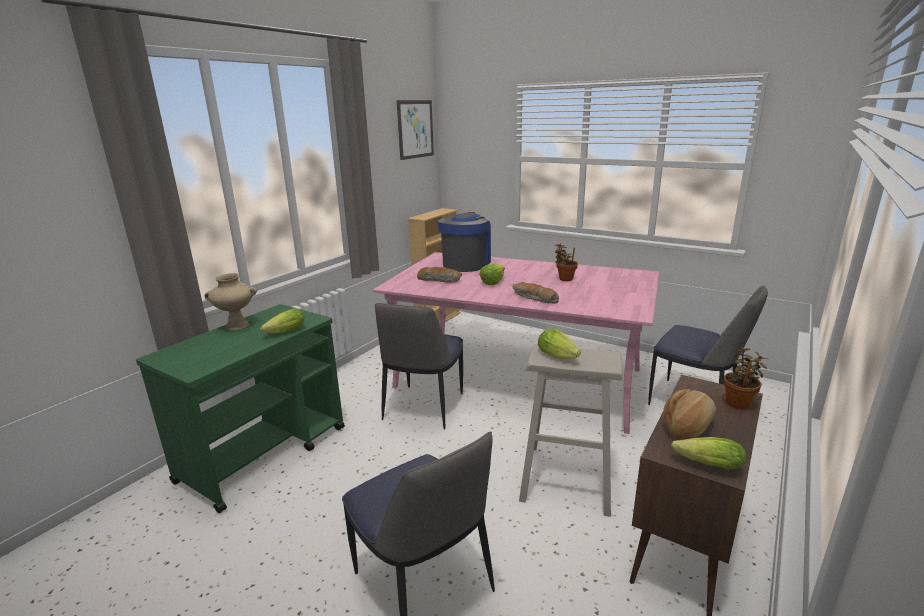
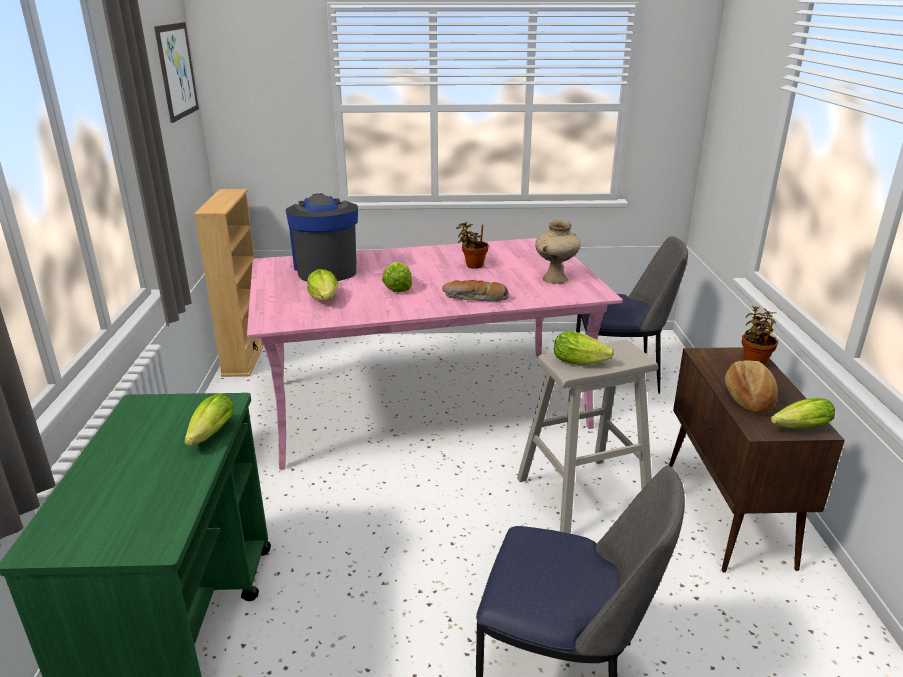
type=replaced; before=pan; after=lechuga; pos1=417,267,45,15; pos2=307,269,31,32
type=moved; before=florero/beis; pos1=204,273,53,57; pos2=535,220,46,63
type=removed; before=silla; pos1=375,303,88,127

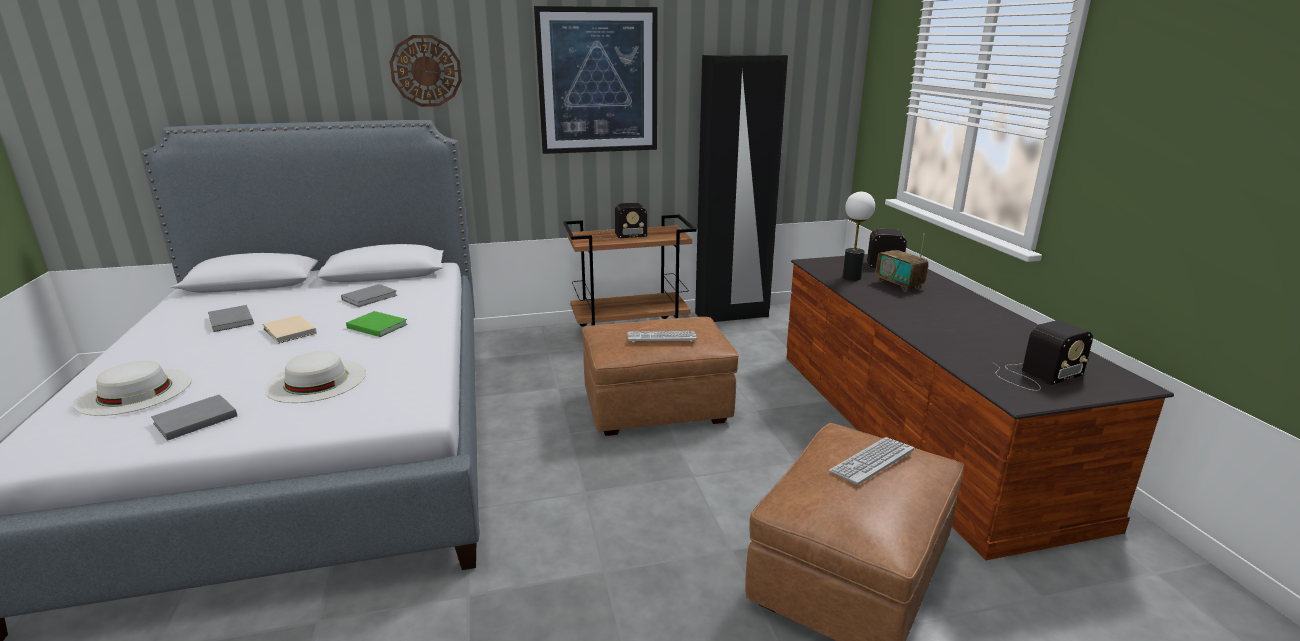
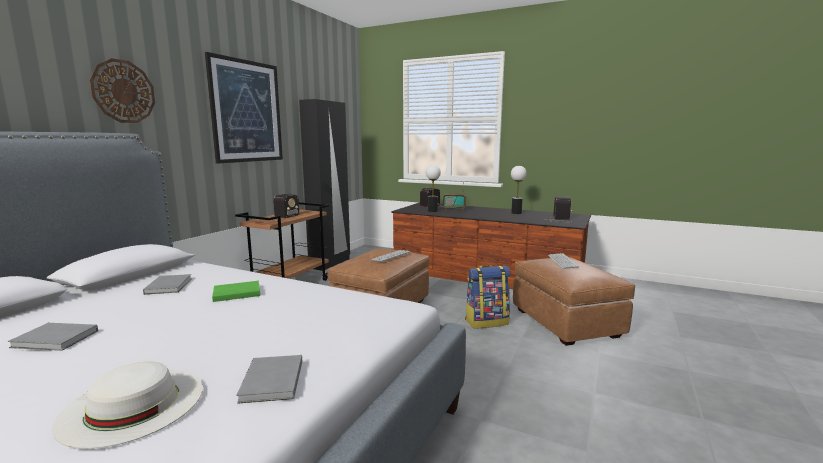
type=removed; before=libro/beis; pos1=262,315,55,29
type=removed; before=sombrero/blanco; pos1=264,351,102,52
type=added; after=lámpara de mesa; pos2=511,166,16,48
type=added; after=mochila; pos2=465,265,45,64

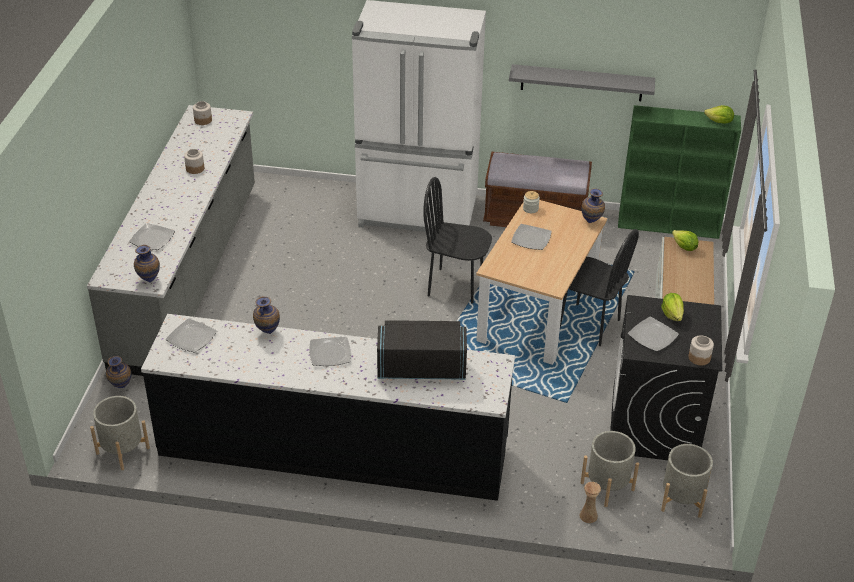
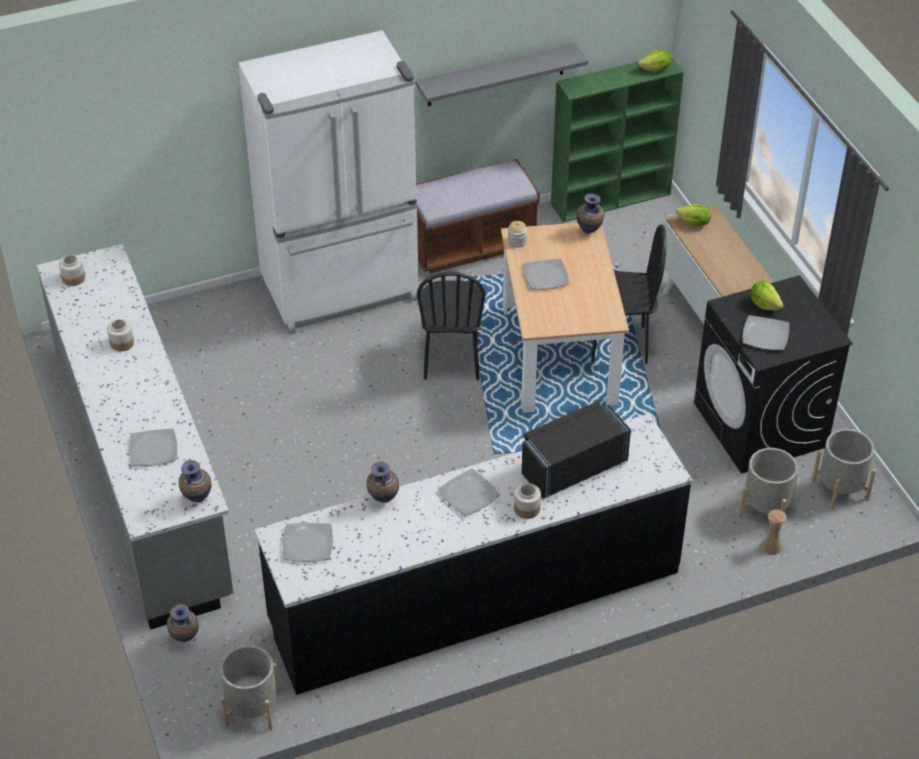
type=turned; before=silla/negro; pos1=423,177,69,127; pos2=417,272,69,108; turn=-75
type=moved; before=tarro; pos1=688,335,26,30; pos2=514,483,27,36

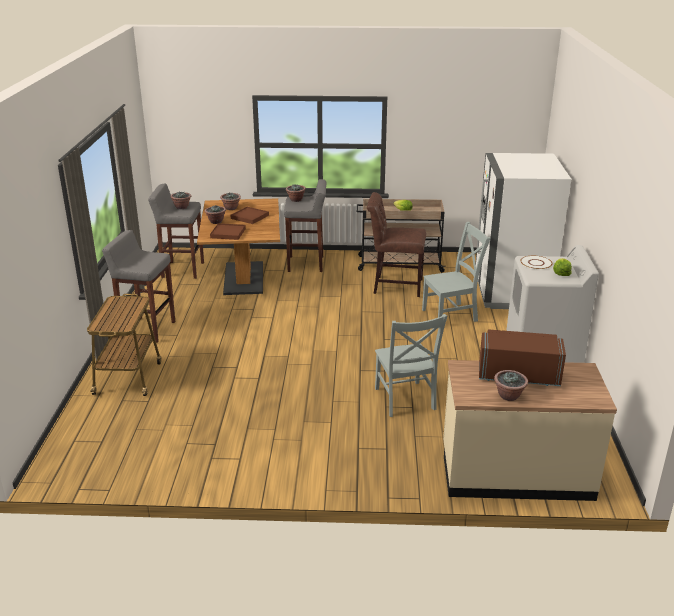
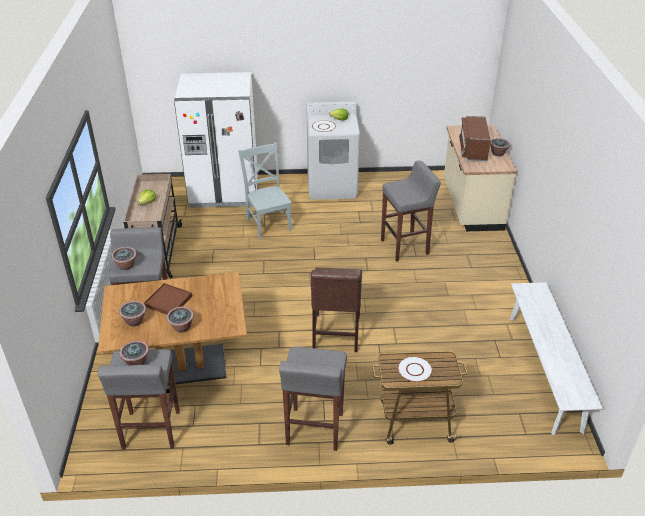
type=moved; before=silla/marrón; pos1=367,192,59,105; pos2=310,267,52,85
type=removed; before=bandeja/marrón; pos1=210,223,36,17
type=replaced; before=silla/gris; after=taburete/gris; pos1=375,314,72,103; pos2=381,161,60,101
type=added; after=banco/blanco; pos2=510,282,93,153
type=added; after=plato/blanco; pos2=398,356,35,26

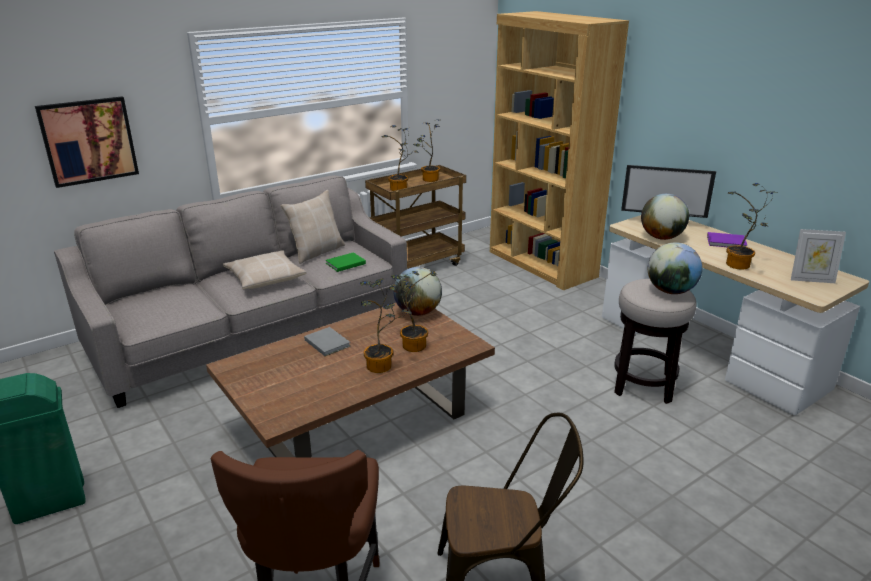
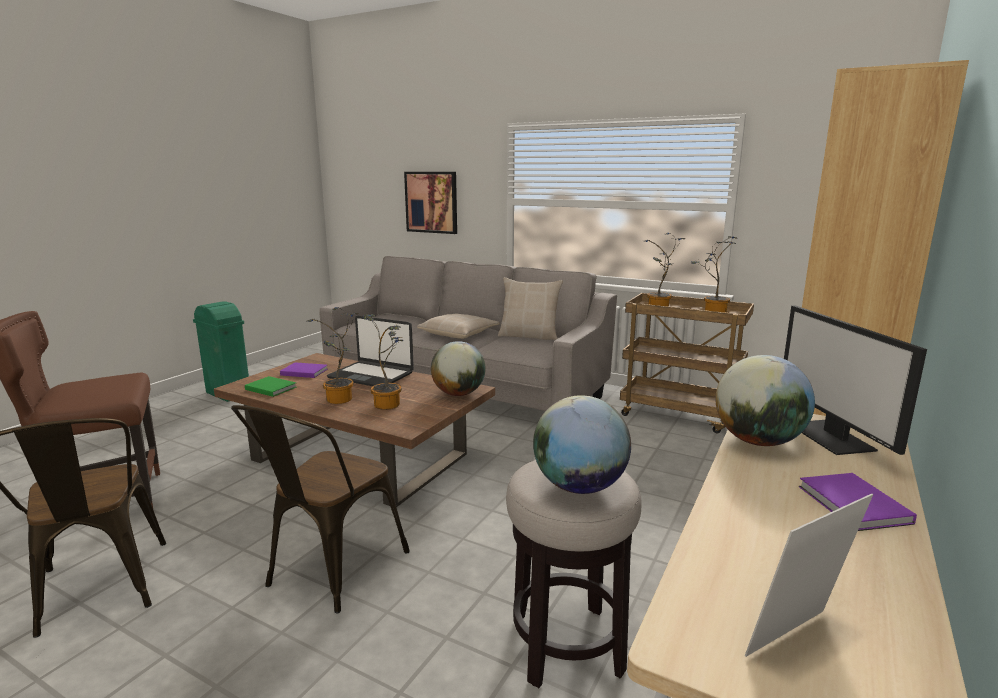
type=removed; before=planta en maceta; pos1=726,183,53,87
type=turned; before=portarretratos; pos1=791,229,55,54; pos2=745,494,128,163; turn=75
type=moved; before=libro/verde; pos1=326,252,40,20; pos2=245,376,52,21
type=replaced; before=libro/gris; after=portátil; pos1=304,327,47,29; pos2=327,316,87,70
type=added; after=libro/morado; pos2=280,362,47,16
type=added; after=silla/marrón; pos2=231,405,179,208

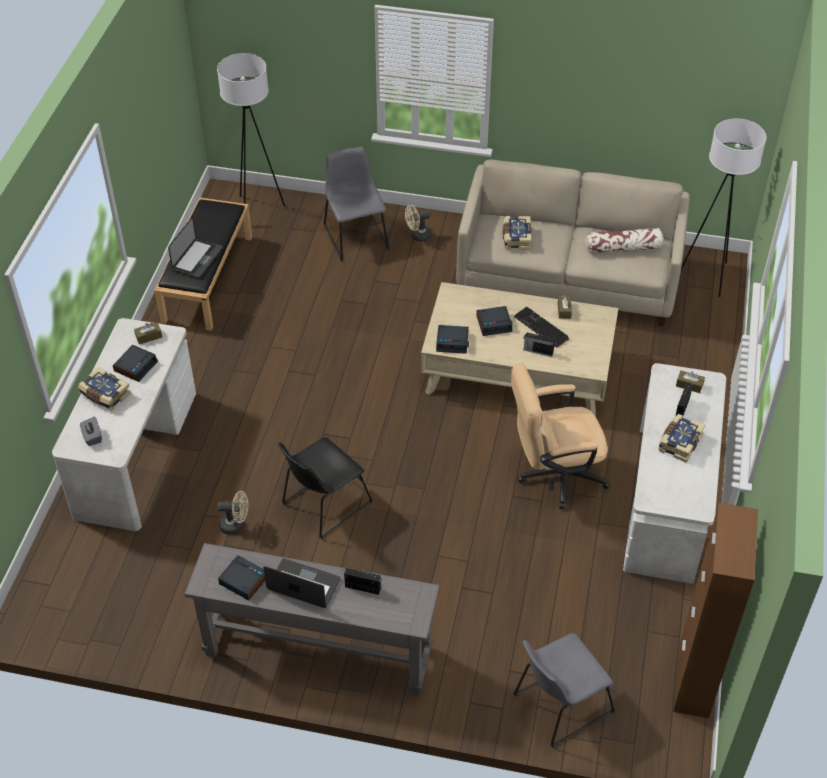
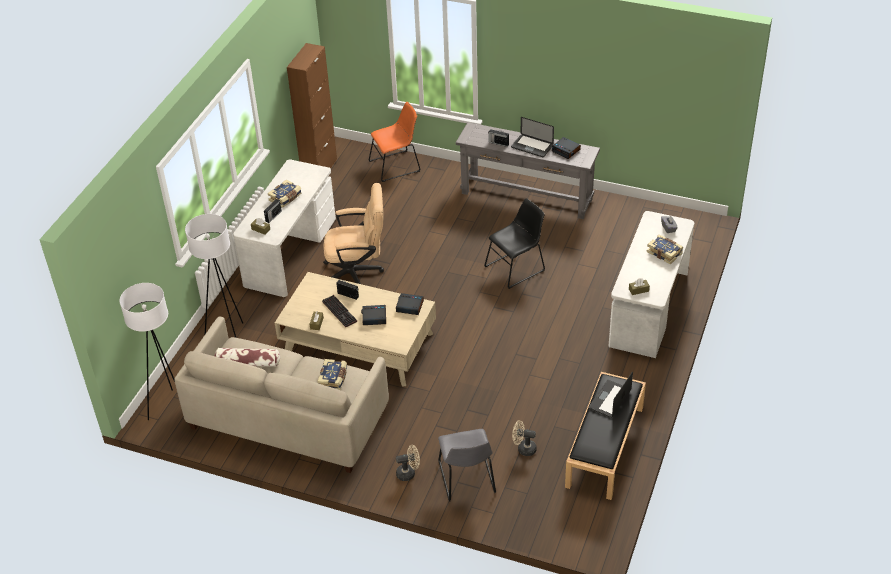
type=moved; before=lámpara de pie/blanco; pos1=217,53,68,154; pos2=185,214,58,124
type=removed; before=despertador; pos1=113,345,45,37
type=moved; before=ventilador/beis; pos1=217,491,31,44; pos2=512,420,25,36
type=recoloured; before=silla/gris; after=silla/naranja; pos1=513,633,102,115; pos2=369,102,52,80

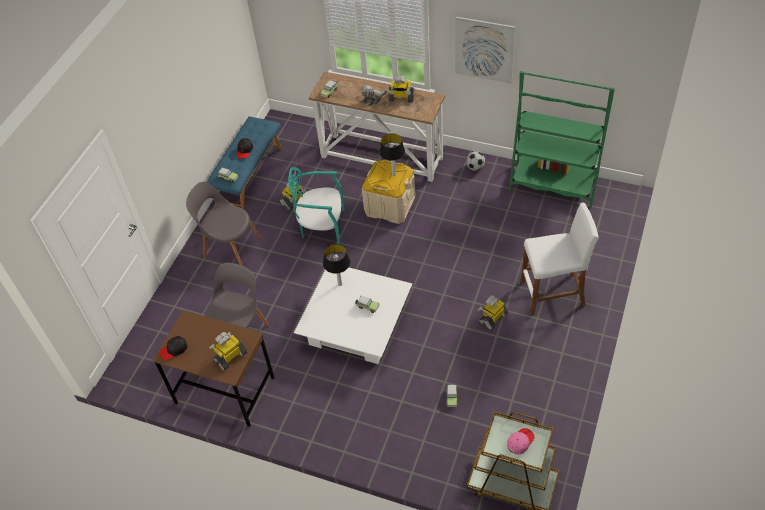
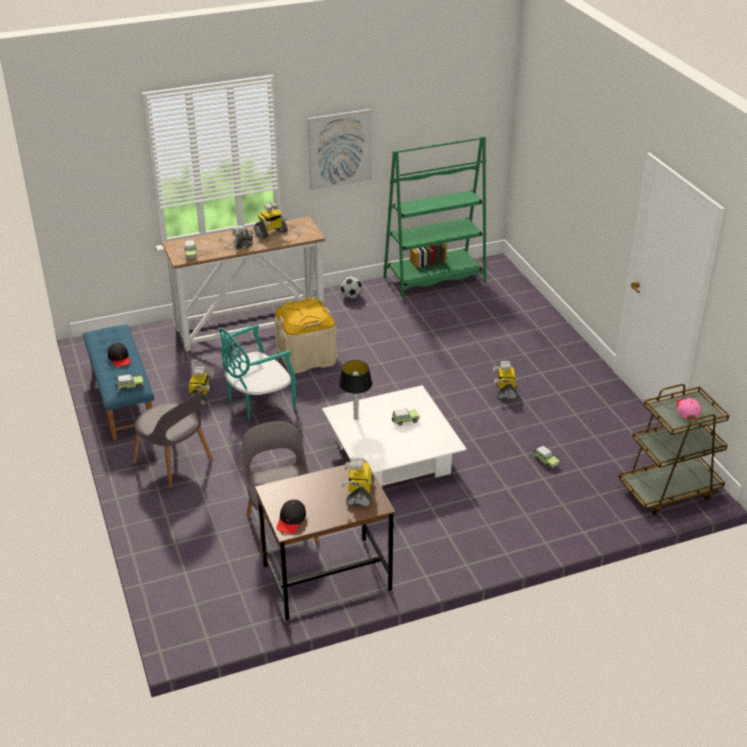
type=removed; before=lámpara de mesa; pos1=380,133,25,43
type=turned; before=silla/gris; pos1=186,182,75,84; pos2=133,390,80,98; turn=-120
type=removed; before=taburete/blanco; pos1=521,203,78,112

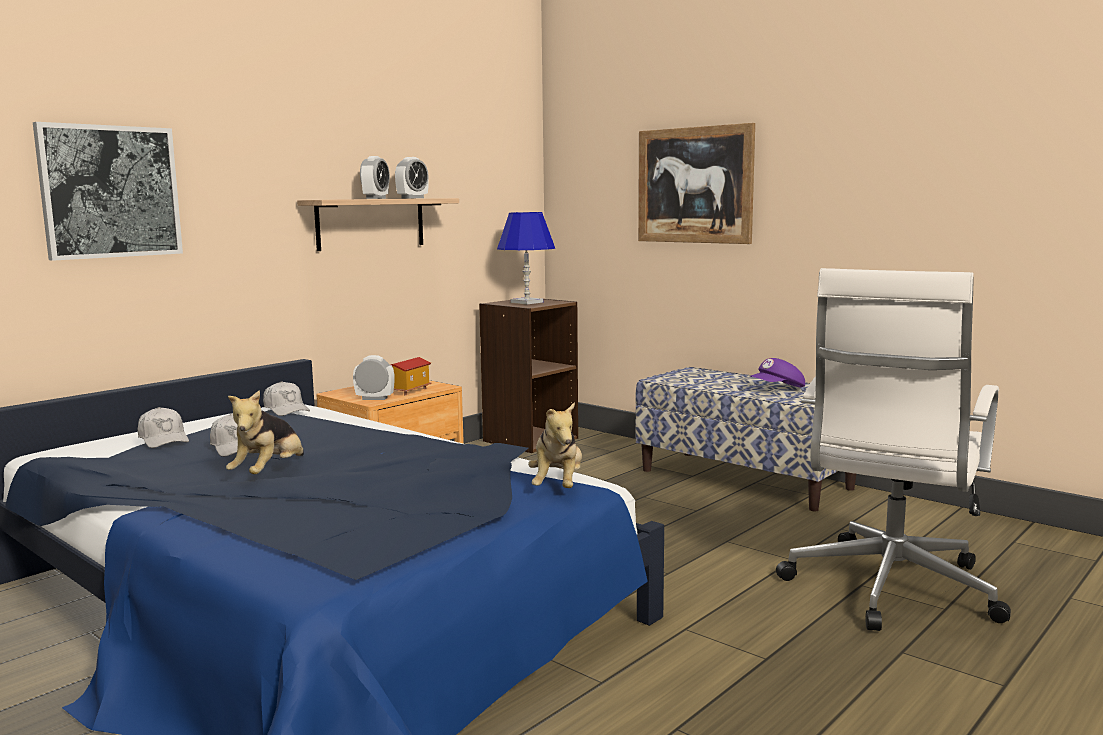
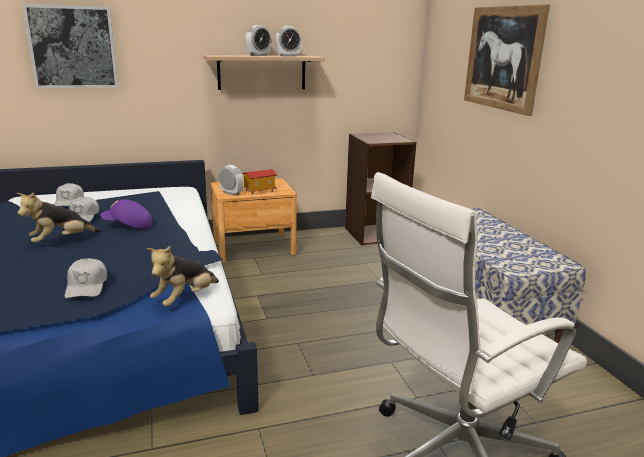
type=removed; before=lámpara de mesa/azul; pos1=497,212,58,92
type=moved; before=gorra/morado; pos1=750,358,55,29; pos2=100,199,52,30
type=moved; before=gorra/blanco; pos1=263,381,47,35; pos2=65,258,42,40

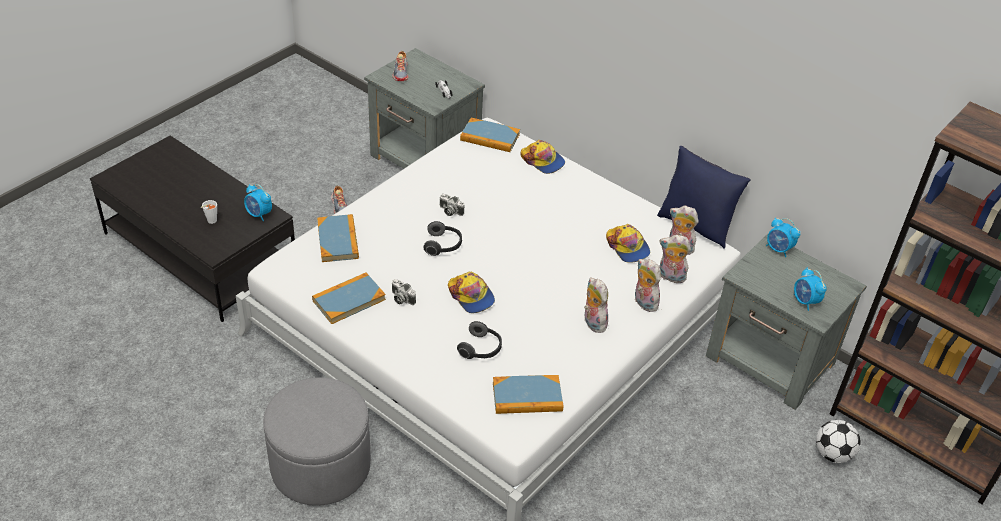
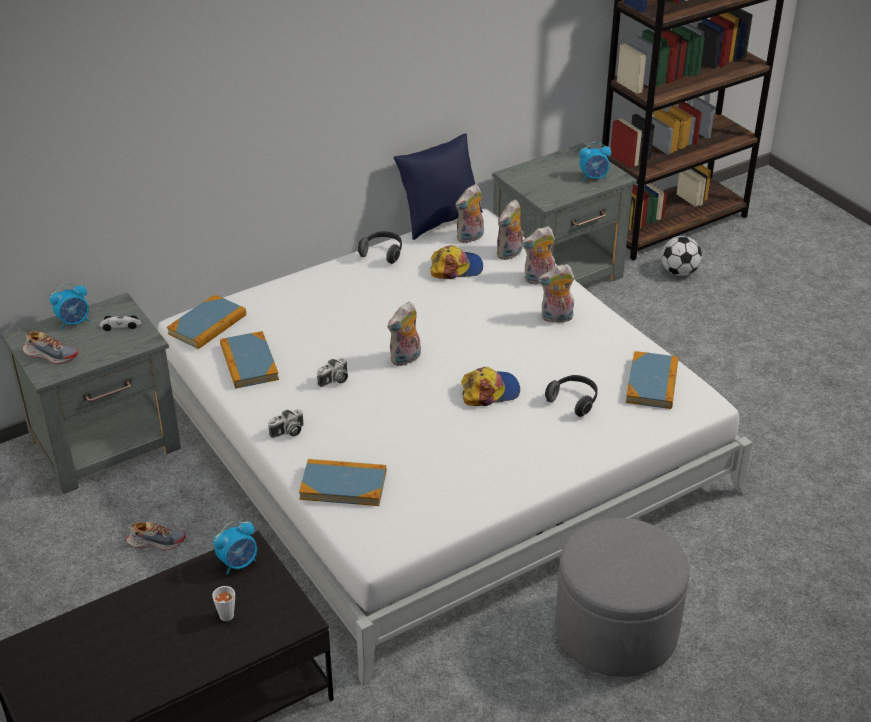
type=removed; before=gorra; pos1=521,140,44,34
type=moved; before=despertador; pos1=766,218,34,39; pos2=50,283,39,47
type=moved; before=auriculares; pos1=423,221,39,35; pos2=358,231,44,33
type=moved; before=libro; pos1=312,273,74,51; pos2=220,331,59,58
type=moved; before=cámara; pos1=392,279,24,26; pos2=268,409,36,29
type=added; after=peluche; pos2=387,302,34,64

